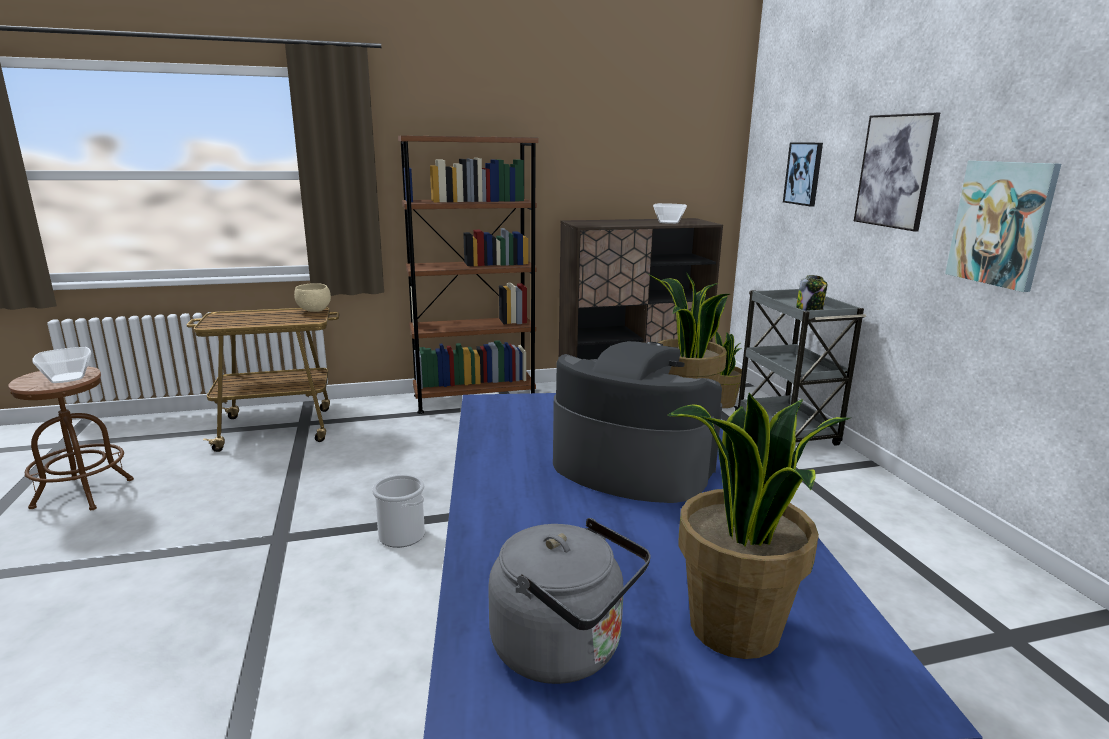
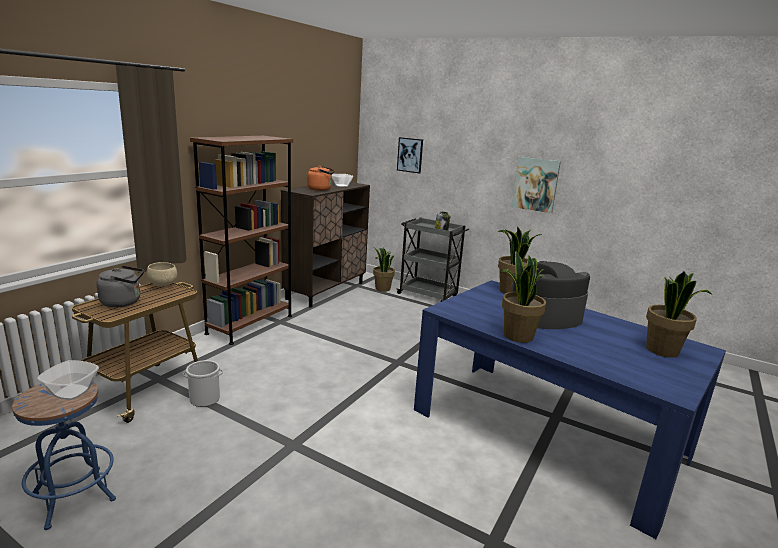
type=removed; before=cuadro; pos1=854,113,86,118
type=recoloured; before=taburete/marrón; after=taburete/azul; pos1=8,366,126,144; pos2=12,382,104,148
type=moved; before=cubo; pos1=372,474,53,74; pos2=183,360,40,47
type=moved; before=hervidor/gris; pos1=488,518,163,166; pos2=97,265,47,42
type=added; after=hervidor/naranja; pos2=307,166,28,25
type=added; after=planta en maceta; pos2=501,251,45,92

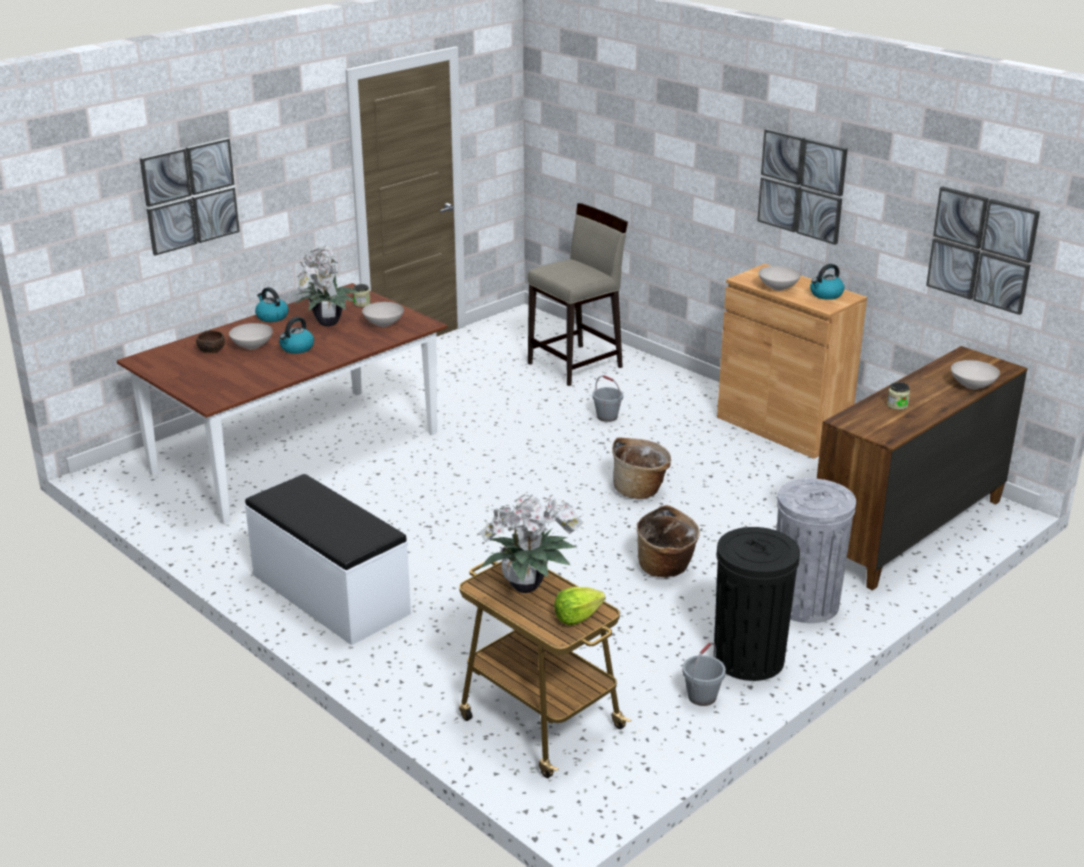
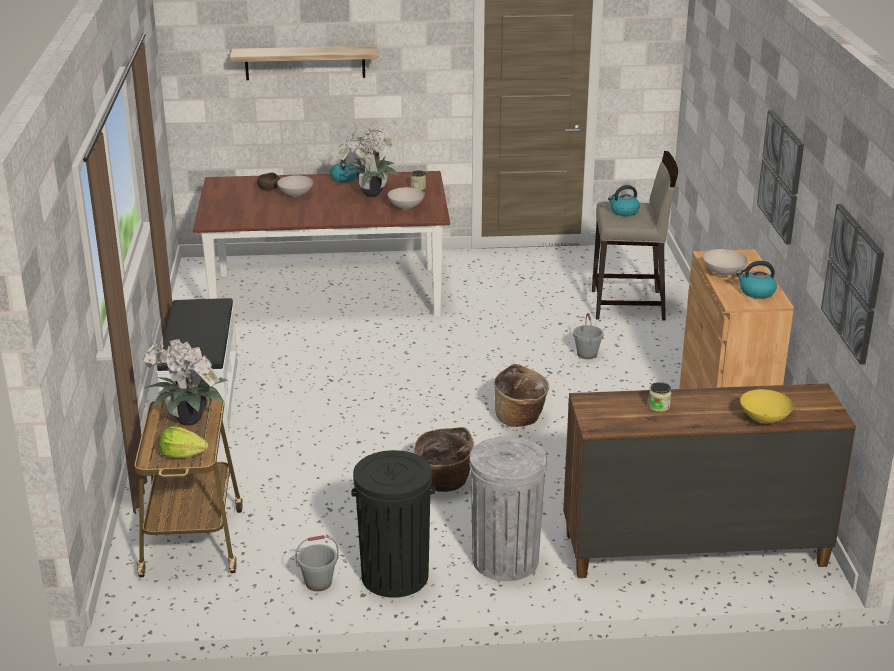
type=replaced; before=cuadro; after=estante; pos1=140,138,100,118; pos2=230,46,147,34
type=moved; before=hervidor; pos1=279,317,35,37; pos2=608,185,32,31
type=recoloured; before=cuenco/blanco; after=cuenco/amarillo; pos1=951,360,49,29; pos2=740,389,54,35

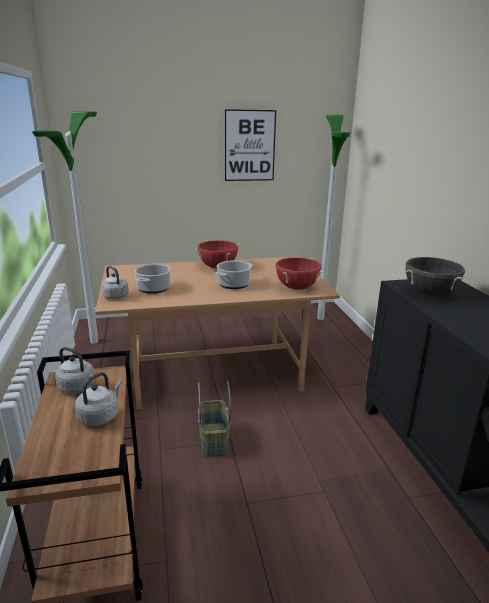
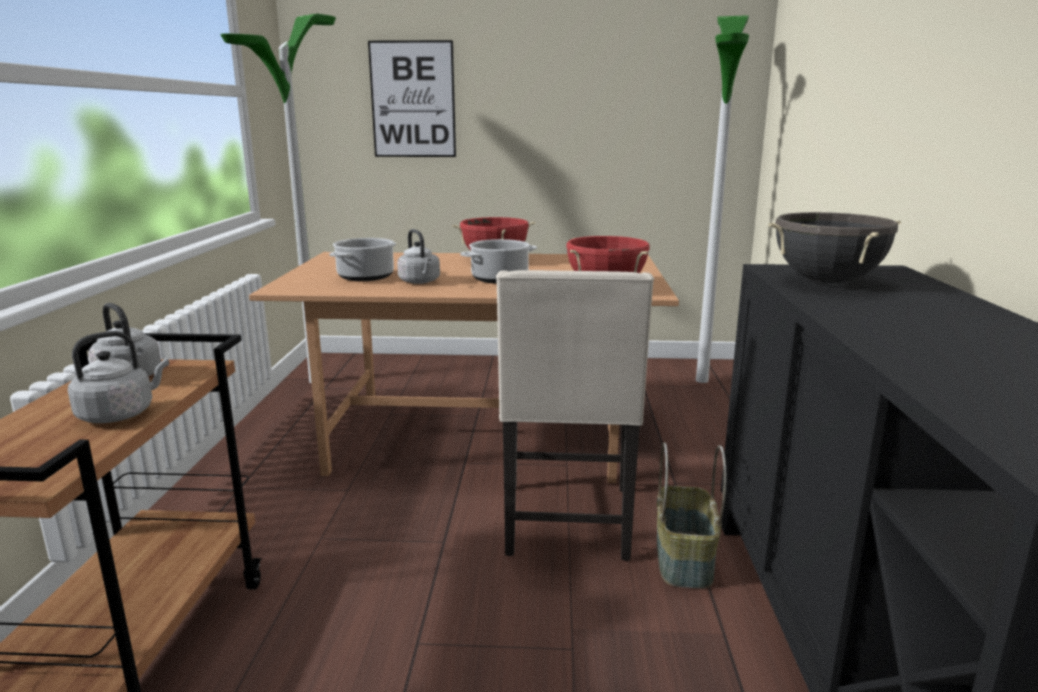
type=moved; before=cuadro; pos1=225,109,51,72; pos2=368,40,88,117
type=moved; before=hervidor/gris; pos1=101,266,28,33; pos2=397,229,43,55
type=moved; before=cesta; pos1=198,381,33,76; pos2=657,442,70,147
type=added; after=silla/beis; pos2=496,270,158,291

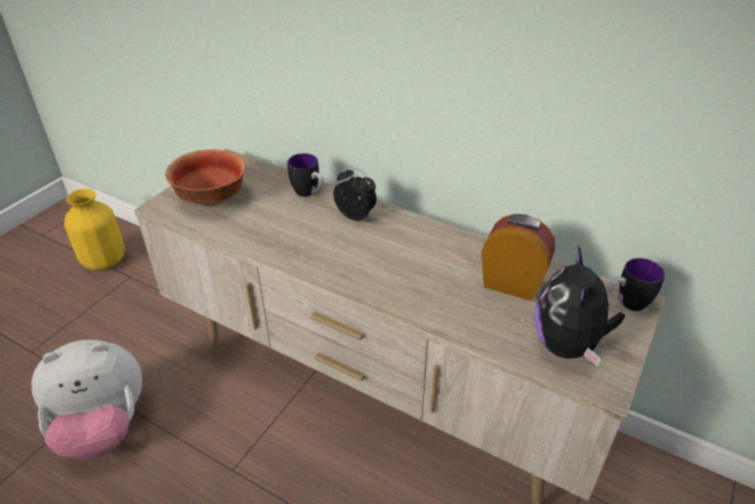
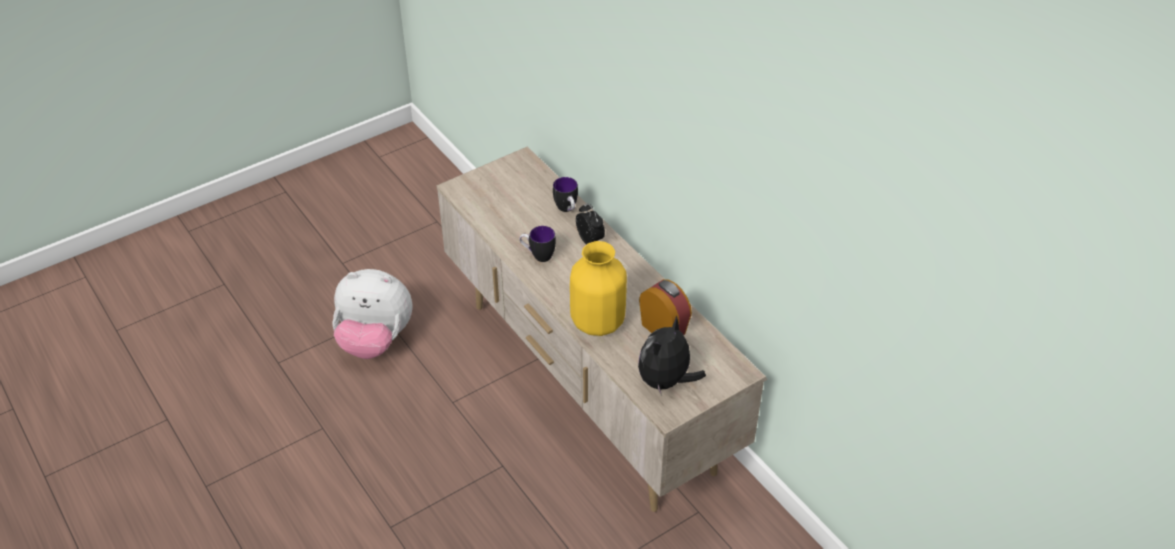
type=removed; before=cuenco; pos1=165,149,81,57
type=moved; before=florero/amarillo; pos1=64,189,60,81; pos2=570,241,57,95
type=moved; before=taza grande; pos1=608,258,57,53; pos2=519,226,37,36

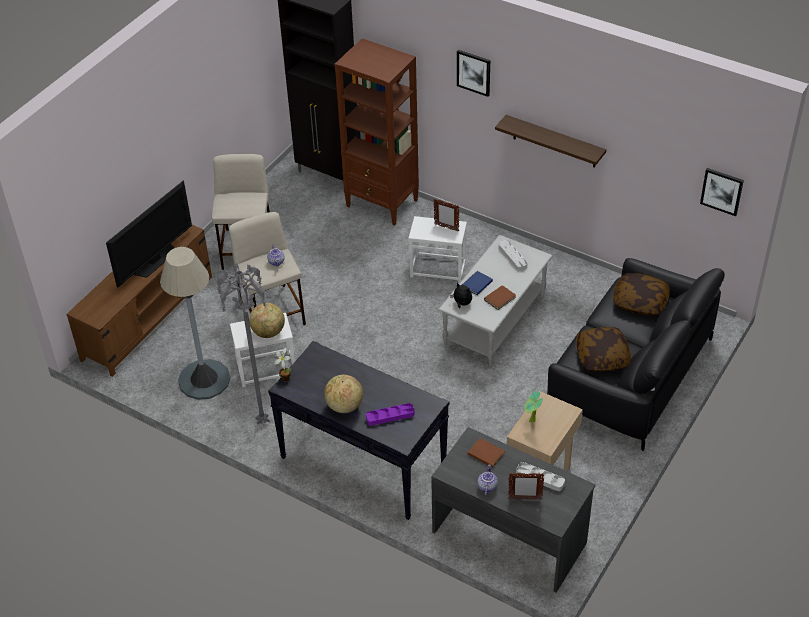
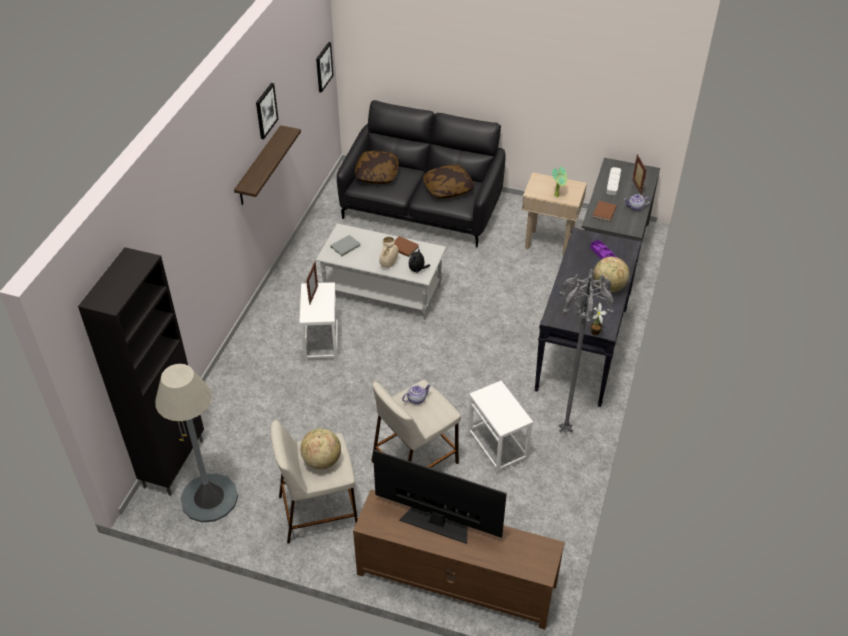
type=removed; before=estantería/marrón; pos1=334,38,85,188
type=moved; before=cuadro; pos1=457,50,33,47; pos2=256,83,22,56
type=replaced; before=bandeja/gris; after=libro/gris; pos1=499,240,28,31; pos2=330,235,31,21
type=moved; before=lámpara de pie/gris; pos1=160,247,71,153; pos2=155,364,83,158
type=replaced; before=libro/azul; after=florero/beis; pos1=462,271,31,24; pos2=379,237,19,31
type=moved; before=globo terráqueo; pos1=249,303,36,35; pos2=300,428,41,41

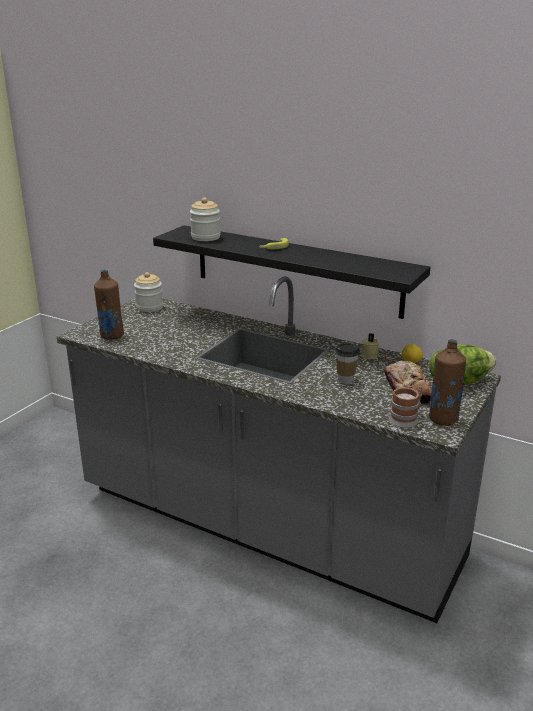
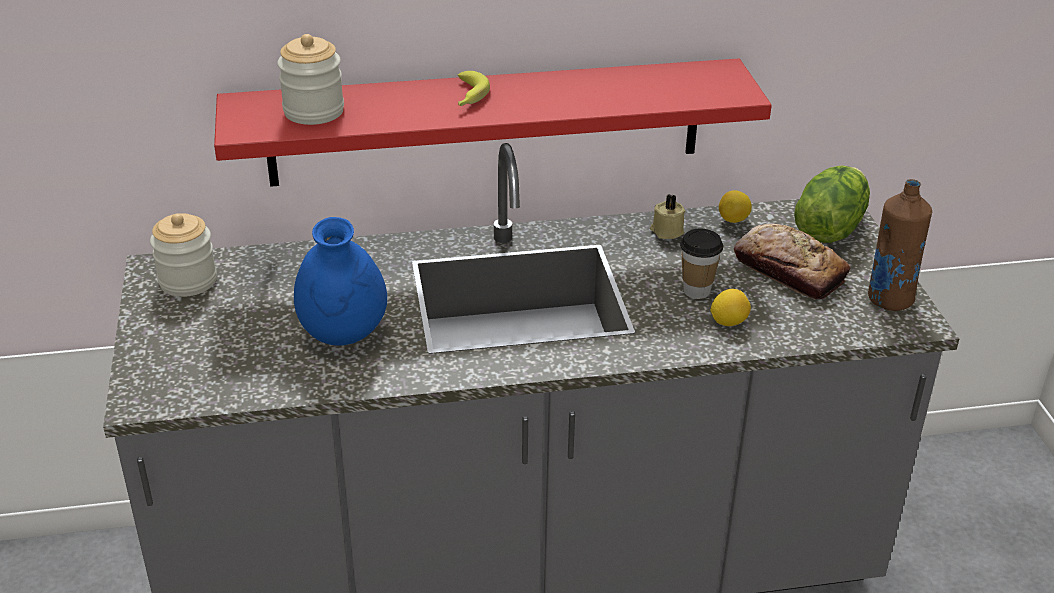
type=recoloured; before=estante/negro; after=estante/rojo; pos1=153,225,278,94; pos2=214,58,558,129
type=removed; before=botella/marrón; pos1=94,270,30,70
type=removed; before=taza grande; pos1=389,386,33,42
type=added; after=florero/azul; pos2=294,217,93,129
type=added; after=limón; pos2=711,289,40,37

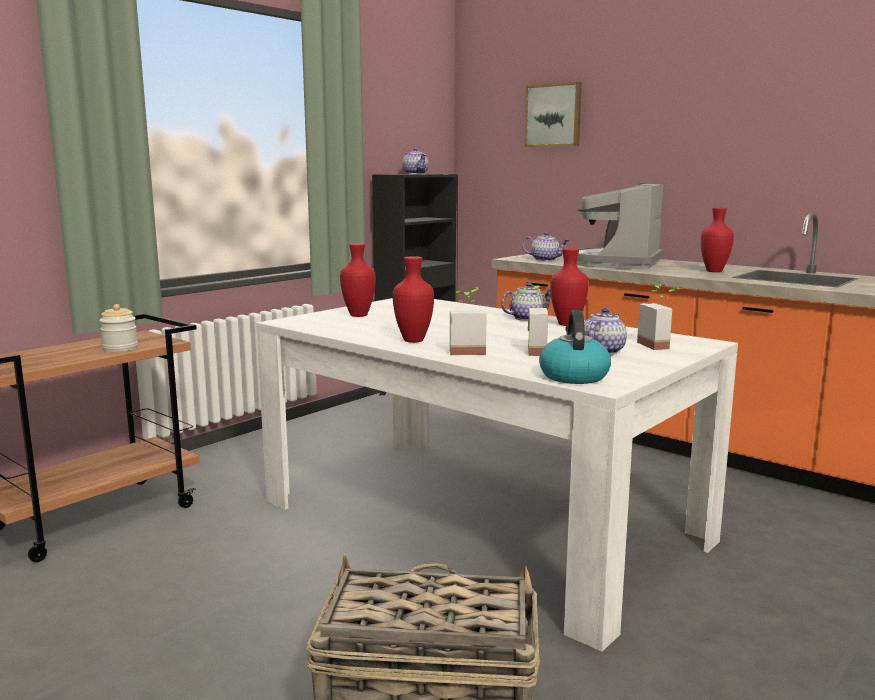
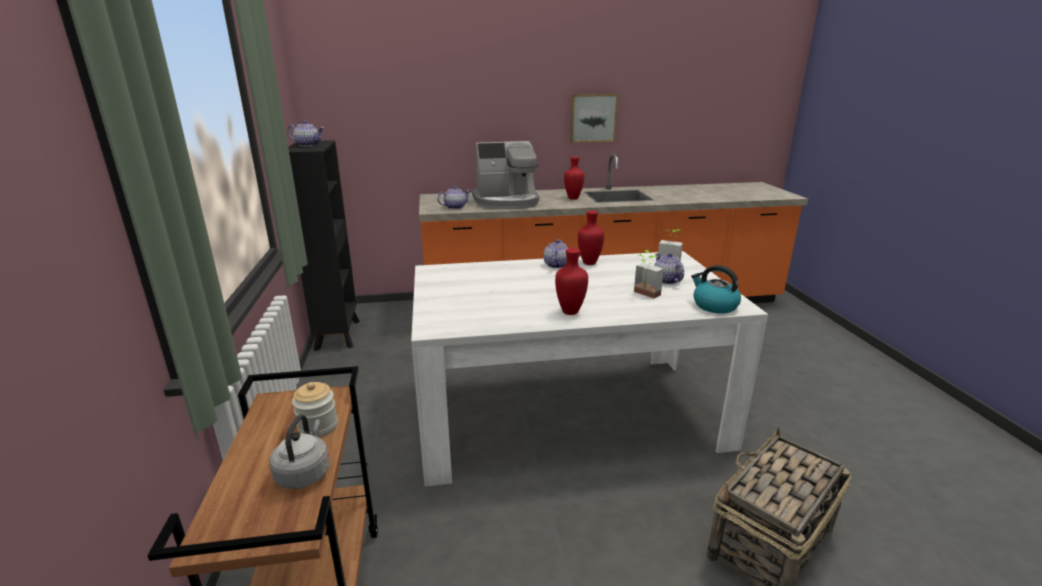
type=moved; before=cuadro; pos1=525,82,57,65; pos2=570,94,48,49
type=turned; before=cafetera; pos1=577,183,87,87; pos2=472,141,67,68; turn=-75
type=removed; before=florero/rojo; pos1=340,243,36,74
type=removed; before=planta en maceta; pos1=450,287,37,68
type=added; after=hervidor/gris; pos2=270,414,60,75

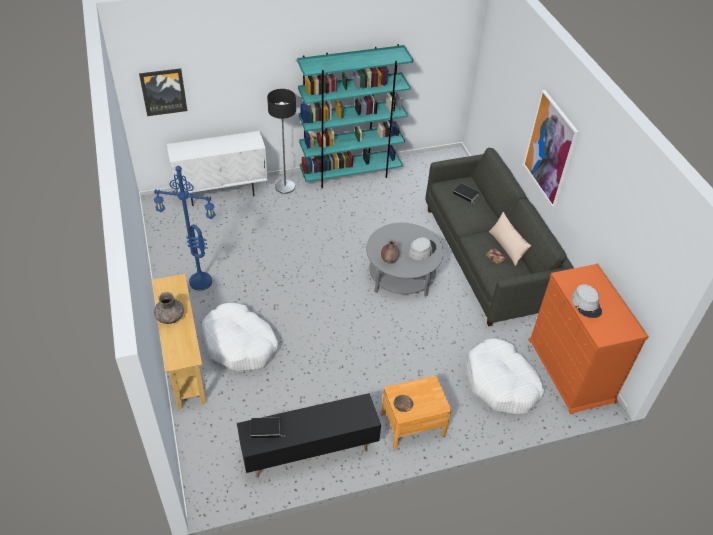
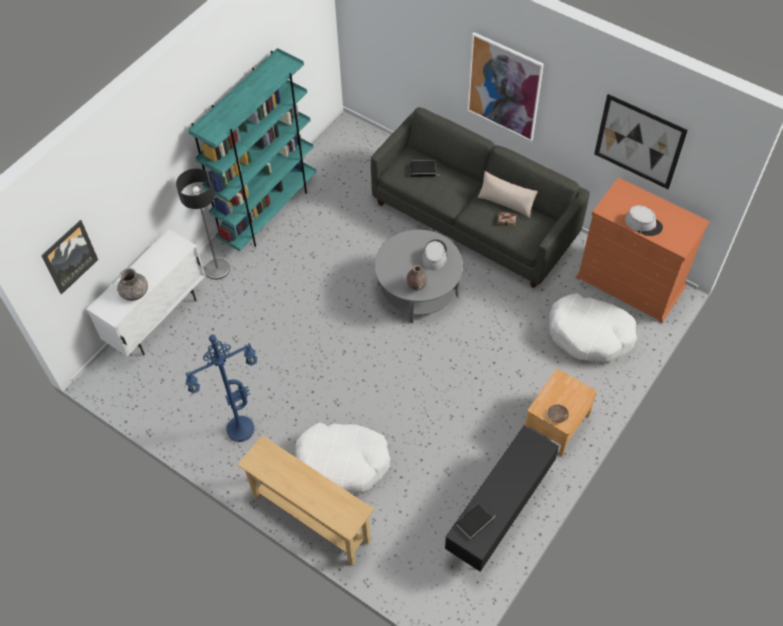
type=moved; before=florero/gris; pos1=154,292,30,32; pos2=117,268,31,33
type=added; after=cuadro; pos2=594,94,94,96

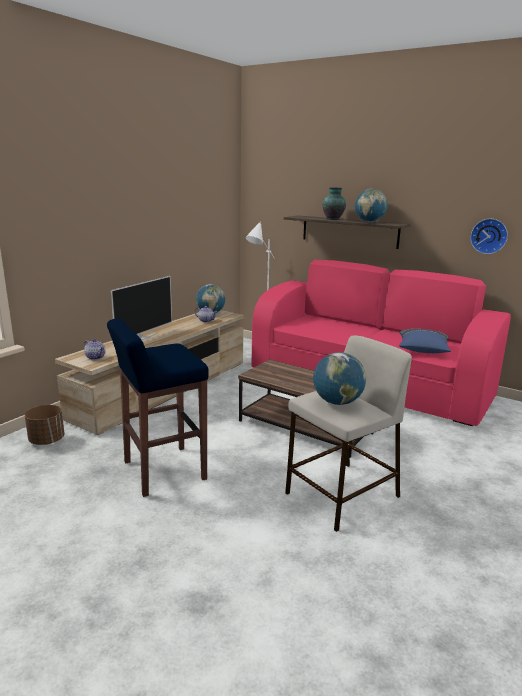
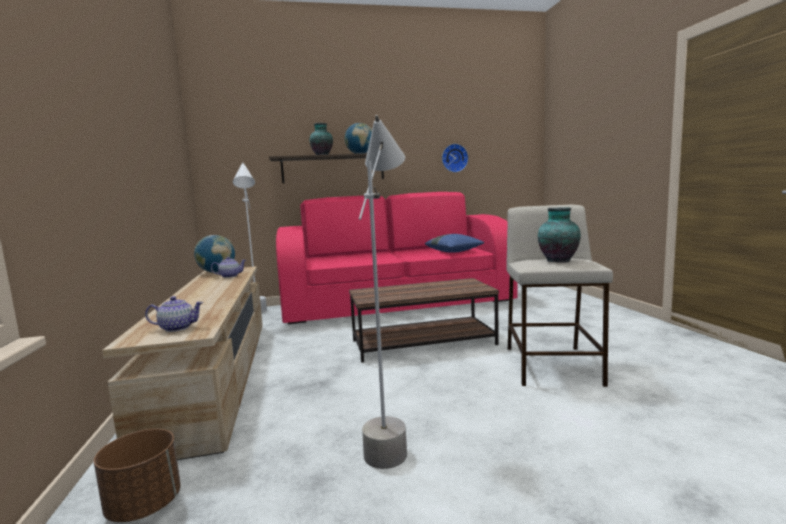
type=removed; before=televisor; pos1=111,276,61,64
type=replaced; before=taburete/azul; after=lámpara de pie/gris; pos1=107,318,102,179; pos2=359,115,48,354
type=replaced; before=globo terráqueo; after=florero; pos1=313,352,53,53; pos2=538,207,43,56

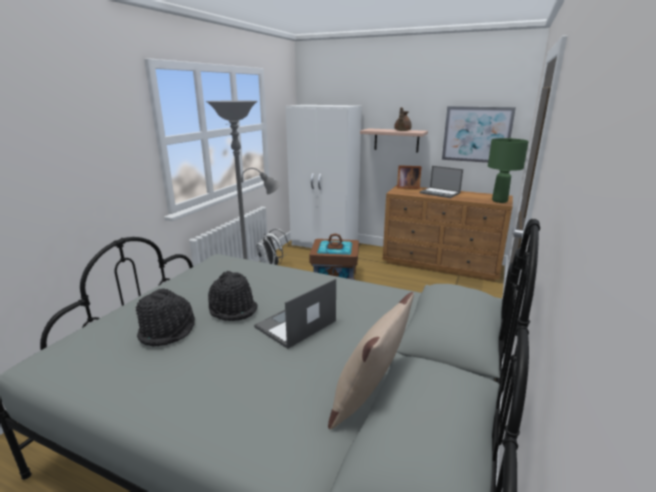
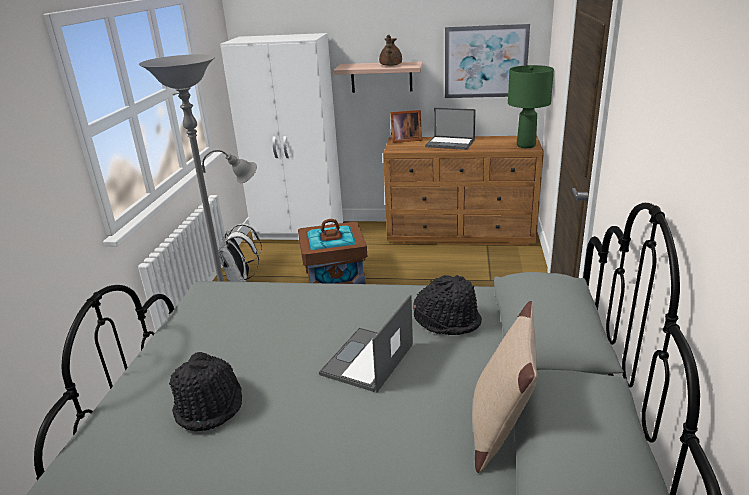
type=moved; before=sombrero/negro; pos1=208,271,50,50; pos2=413,275,69,60

